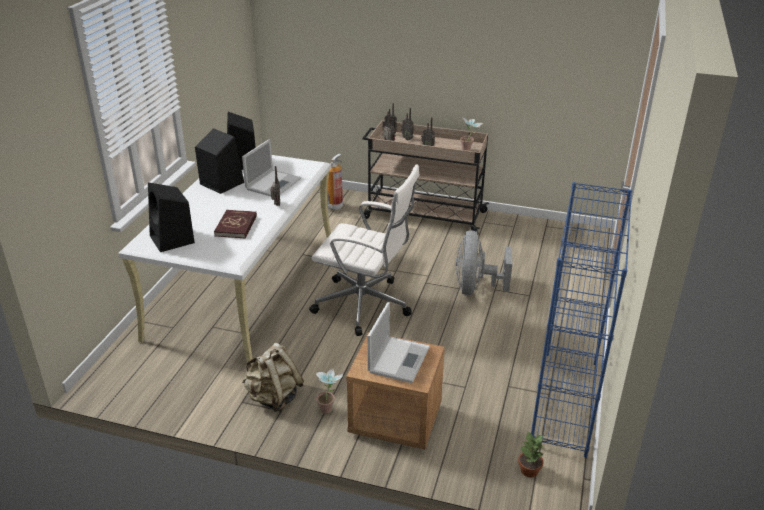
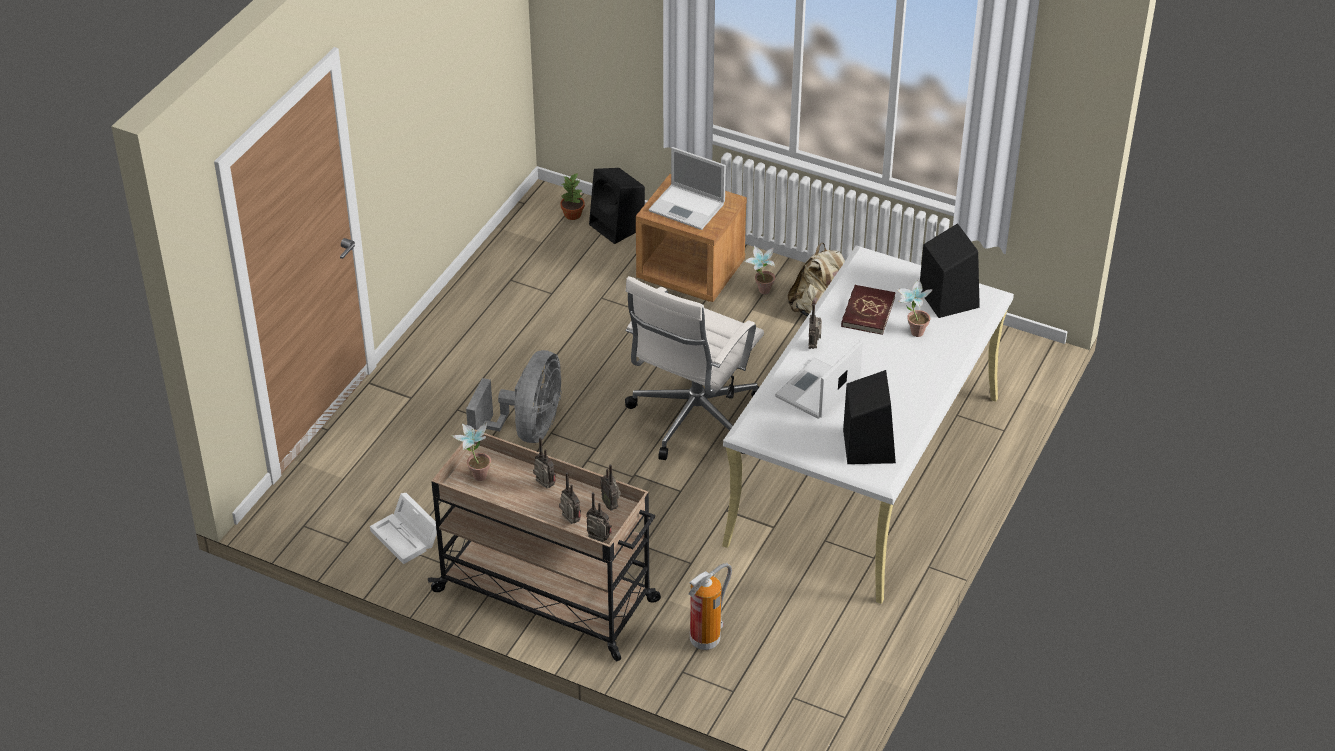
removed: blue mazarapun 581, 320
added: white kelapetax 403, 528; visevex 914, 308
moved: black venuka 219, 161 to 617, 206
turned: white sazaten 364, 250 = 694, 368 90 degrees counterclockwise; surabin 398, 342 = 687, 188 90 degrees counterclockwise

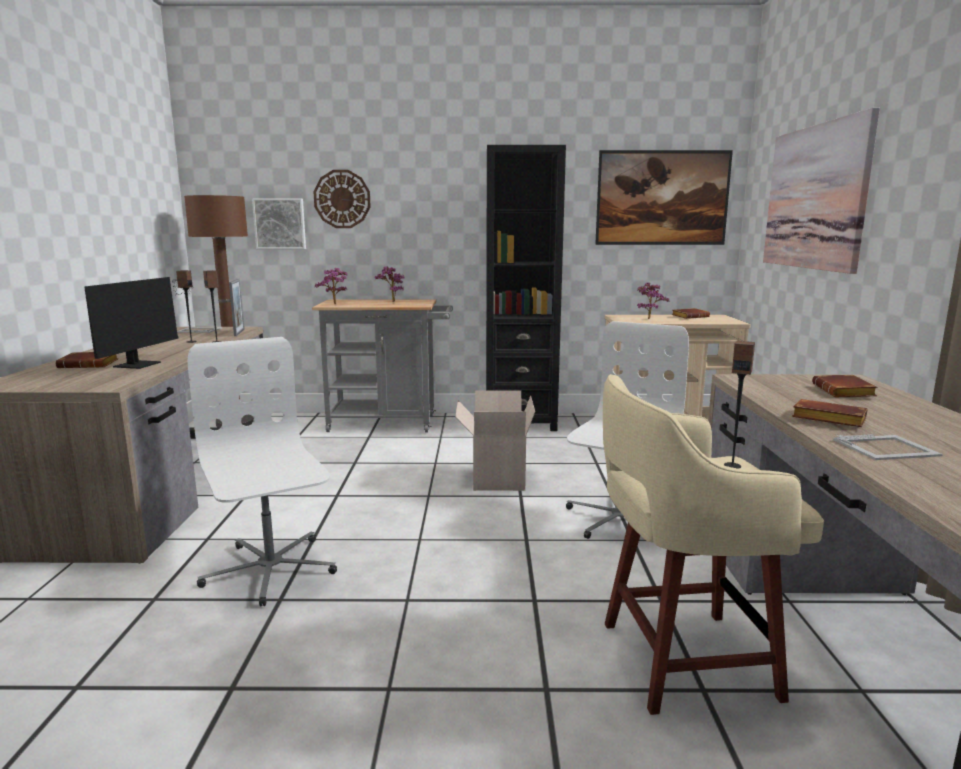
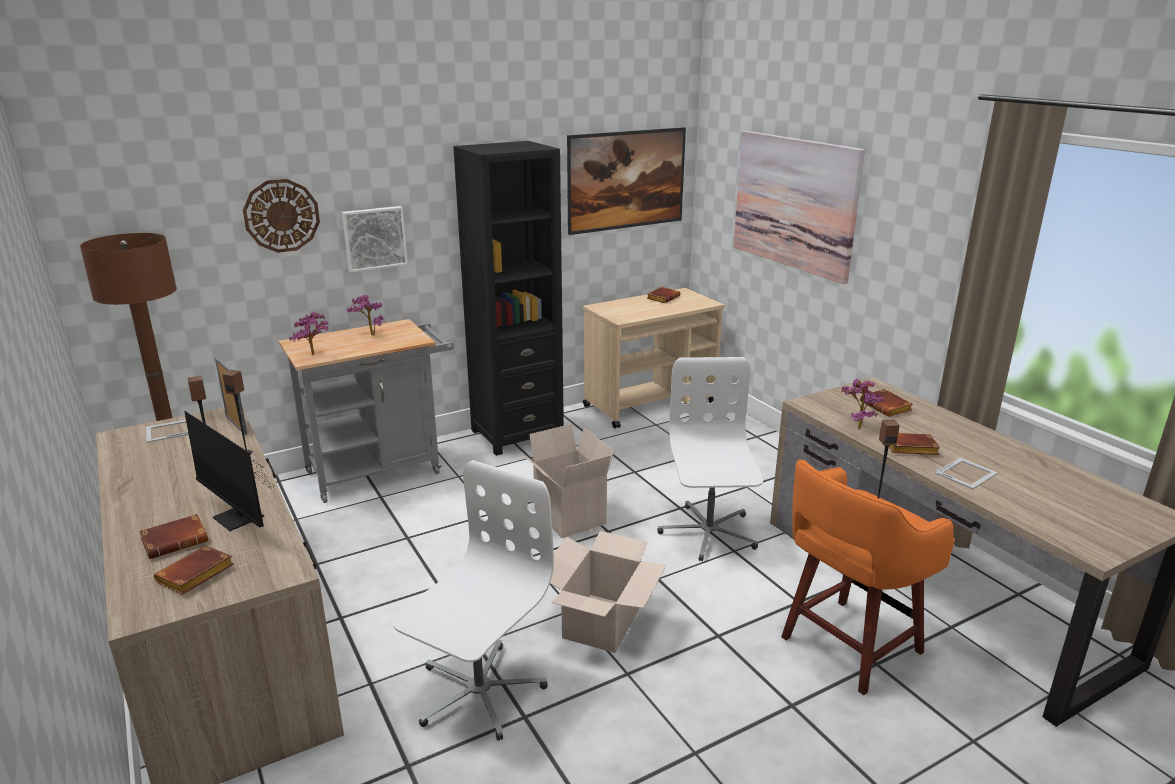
added: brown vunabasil 194, 570; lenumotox 608, 592
moved: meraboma 279, 224 to 375, 239; visevex 653, 301 to 863, 404
recoloured: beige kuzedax 713, 544 to orange kuzedax 868, 577
turned: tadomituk 138, 323 = 230, 471 150 degrees clockwise; white sazaten 262, 472 = 473, 600 90 degrees clockwise

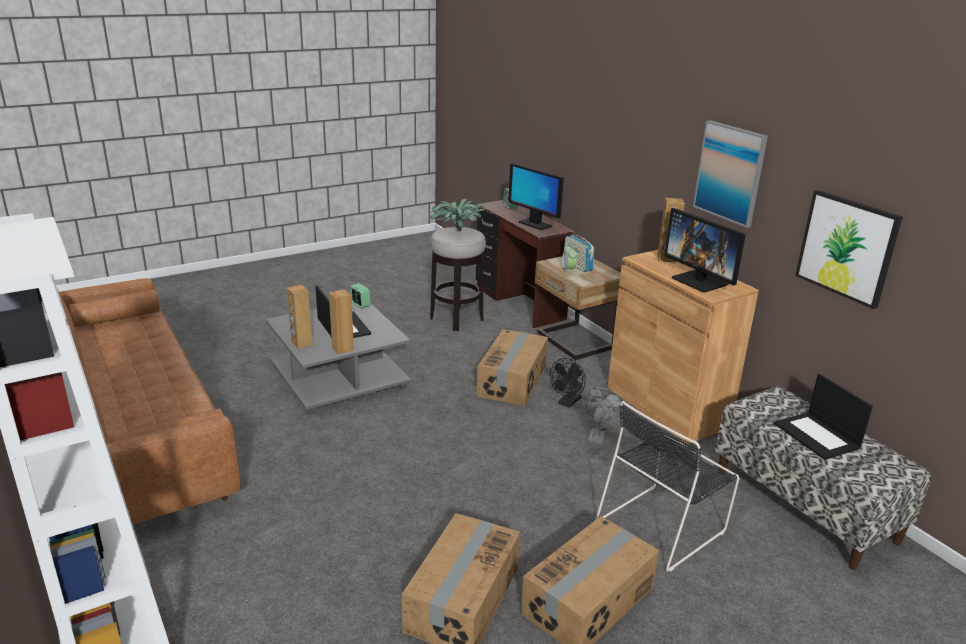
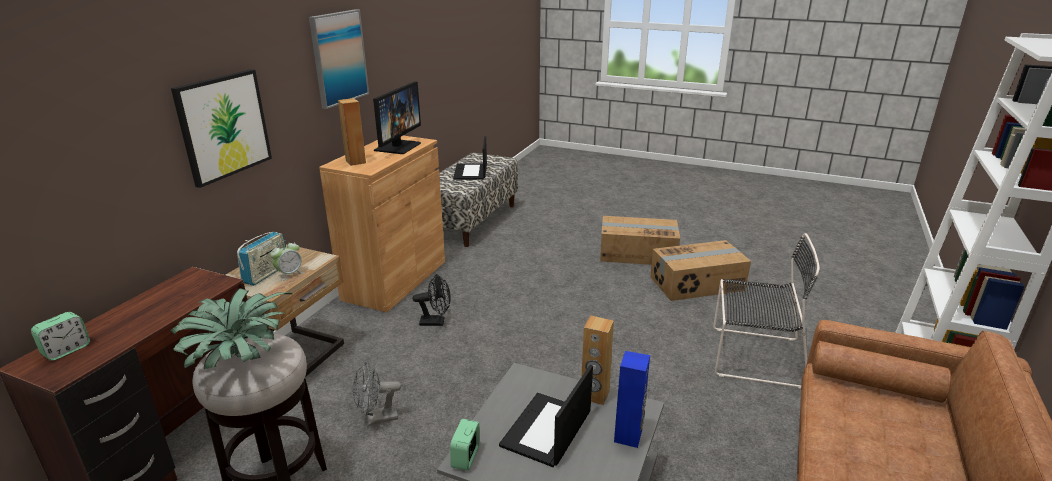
removed: lenumotox 512, 367; tadomituk 536, 196
moved: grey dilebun 601, 416 to 377, 394; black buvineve 668, 486 to 766, 310; meraboma 848, 249 to 221, 128
recoloured: brown venuka 300, 316 to blue venuka 632, 399
turned: surabin 823, 417 = 470, 158 150 degrees clockwise

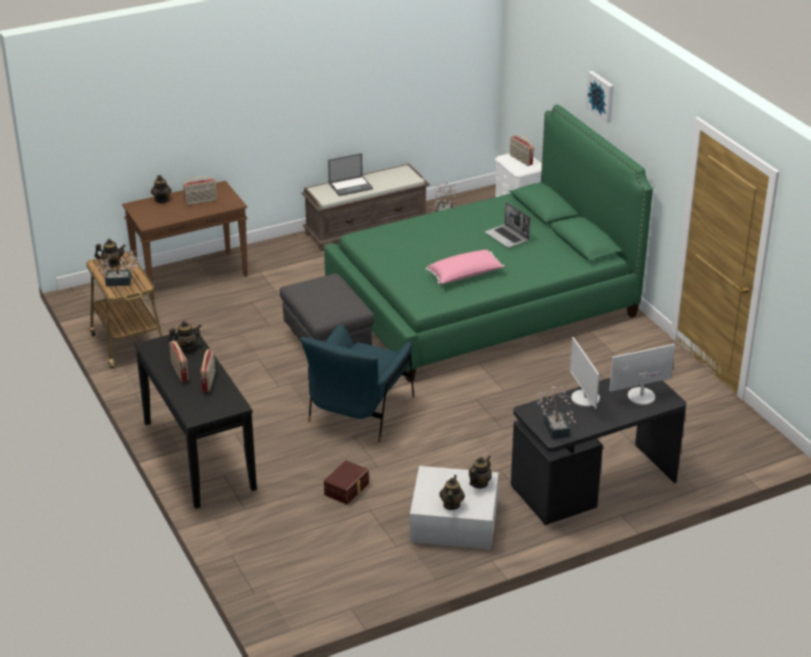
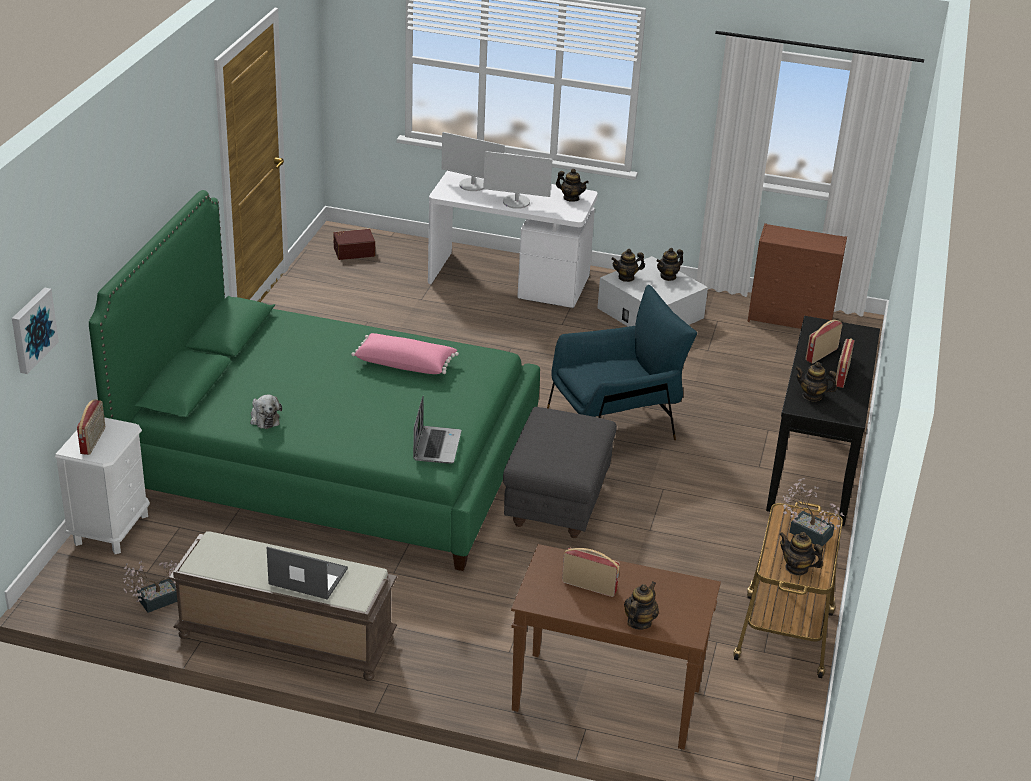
added: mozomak 266, 412; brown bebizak 797, 276
moved: brown kelapetax 346, 482 to 354, 244; surabin 507, 225 to 437, 429; meraboma 600, 97 to 35, 330
replaced: visevex 556, 412 to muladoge 572, 185
recoloured: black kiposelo 598, 451 to white kiposelo 513, 239
turned: tadomituk 585, 373 = 518, 180 75 degrees clockwise

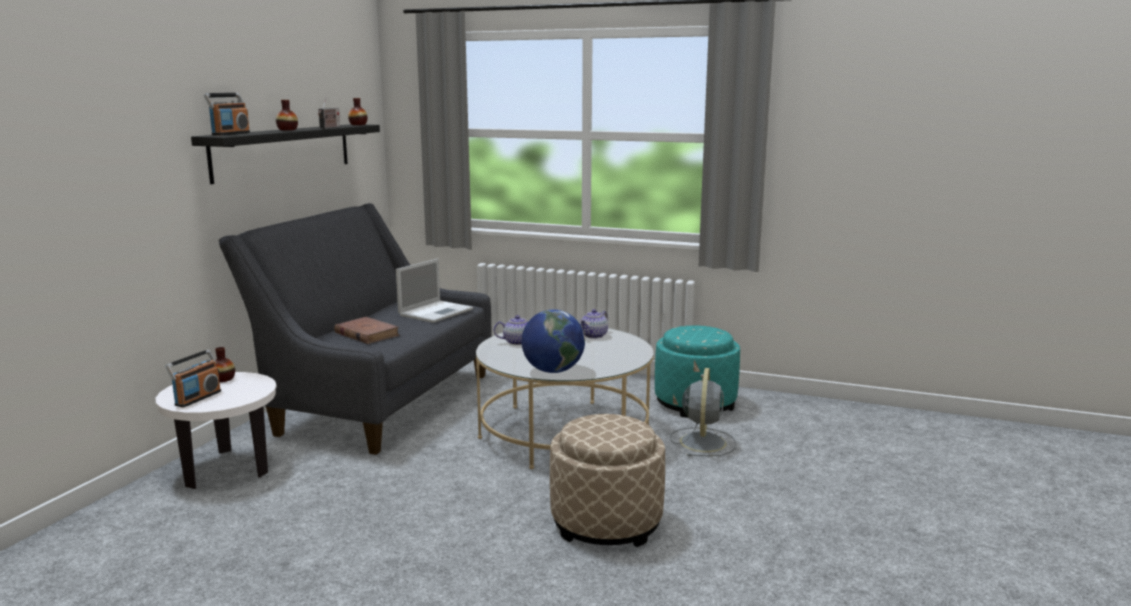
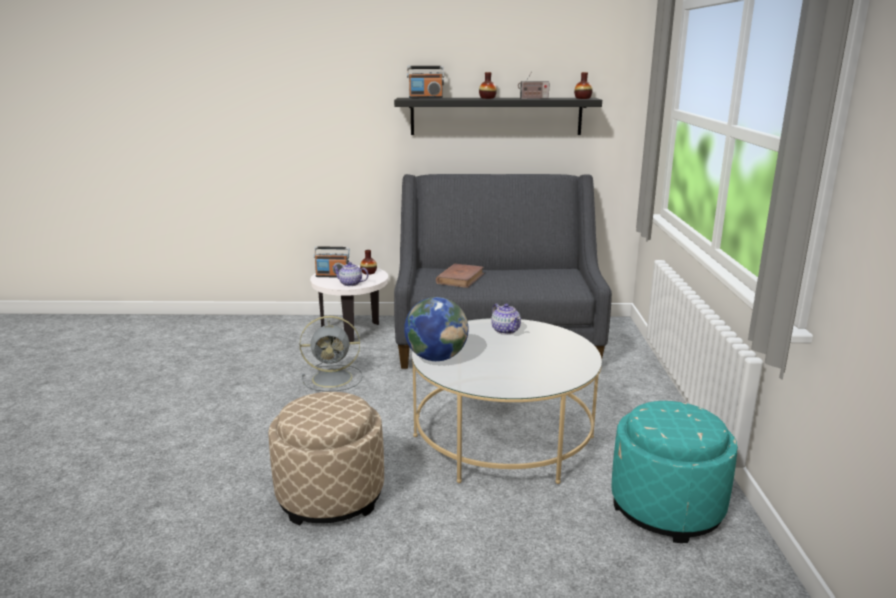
removed: surabin 434, 291
moved: muladoge 594, 324 to 351, 274; grey dilebun 703, 412 to 331, 354

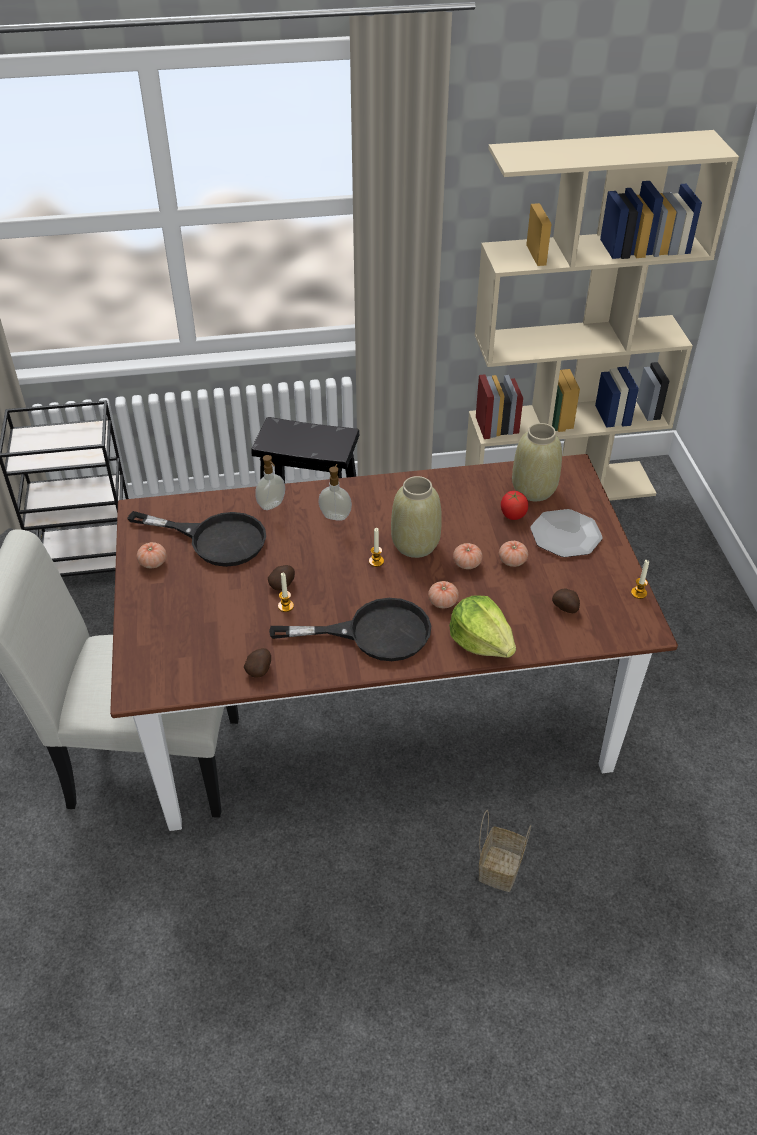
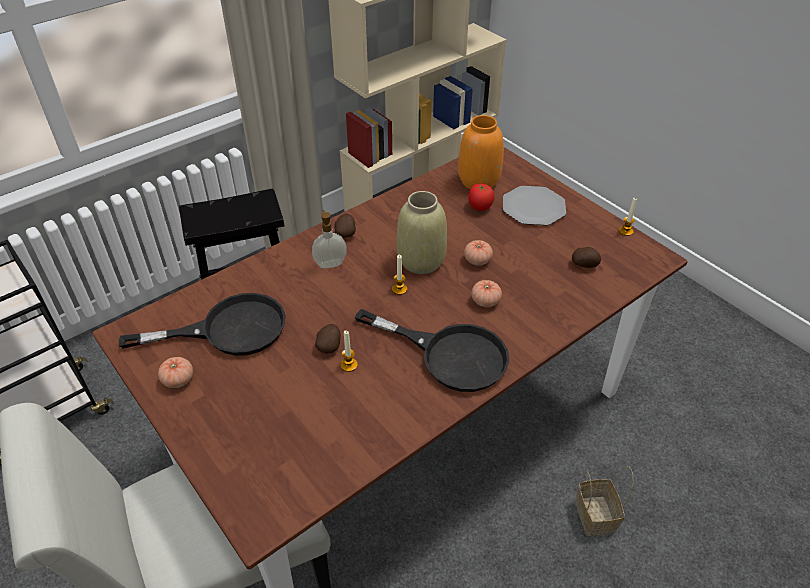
removed: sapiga 270, 482; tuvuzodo 482, 626; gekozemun 513, 554
moved: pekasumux 257, 663 to 345, 225
recoloured: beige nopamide 537, 462 to orange nopamide 481, 152
turned: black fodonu 350, 629 = 432, 350 60 degrees clockwise

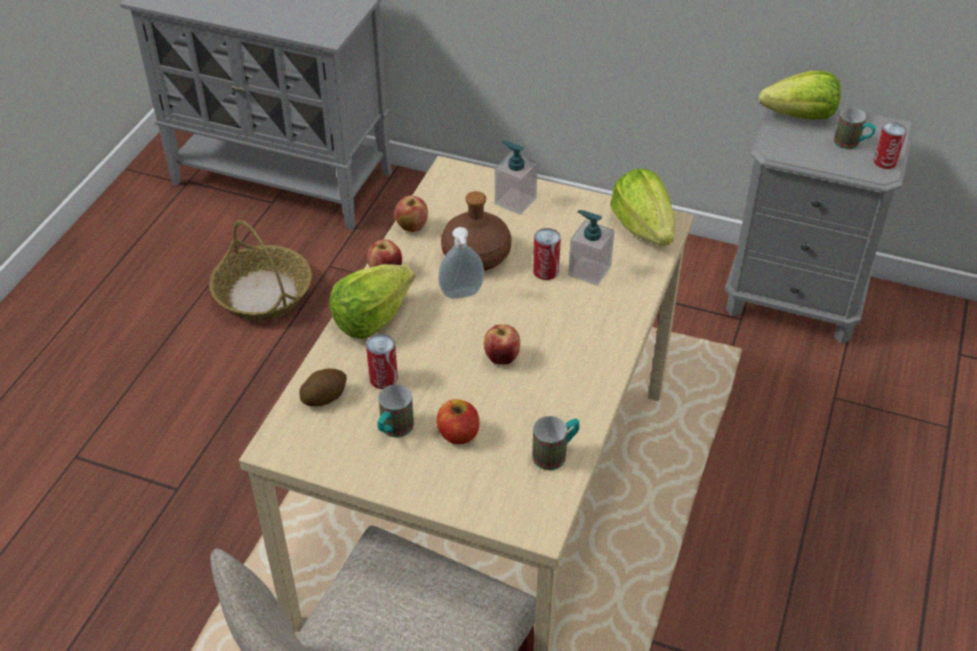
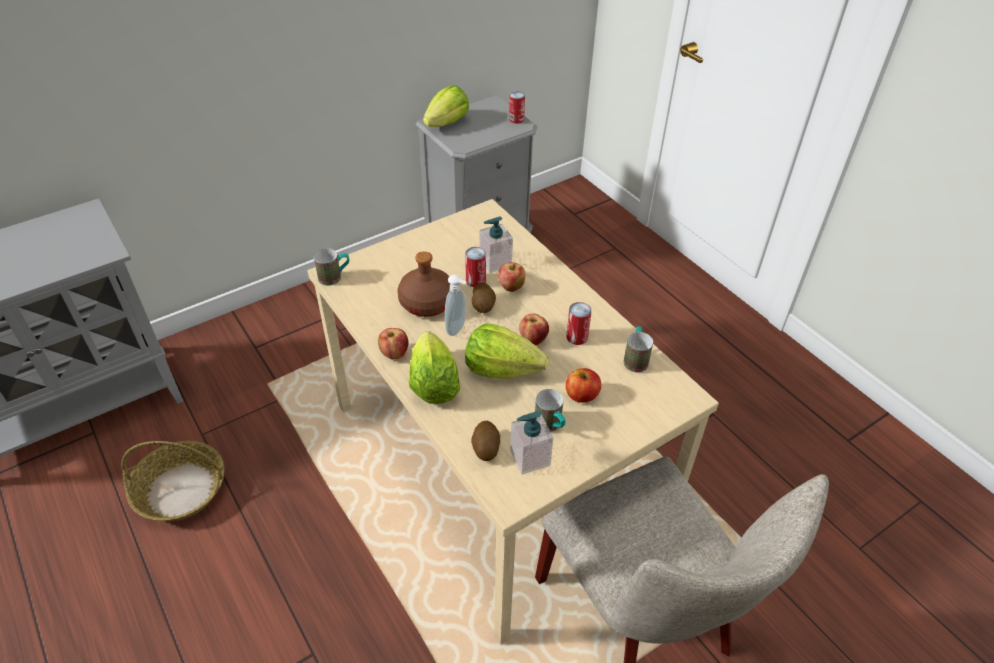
added: pekasumux 484, 298
moved: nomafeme 382, 361 to 579, 323; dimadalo 411, 213 to 512, 277; sapiga 516, 178 to 532, 443; tuvuzodo 642, 207 to 507, 351; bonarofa 855, 129 to 331, 267

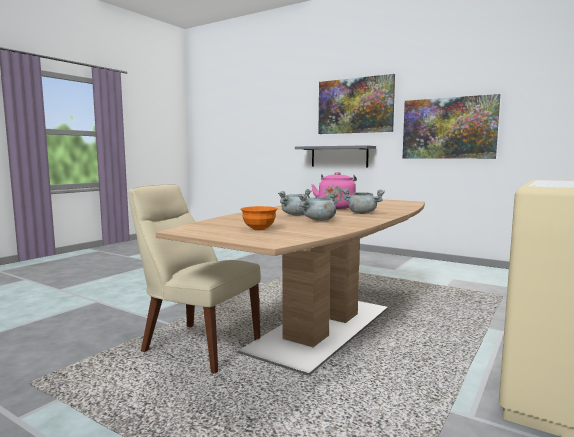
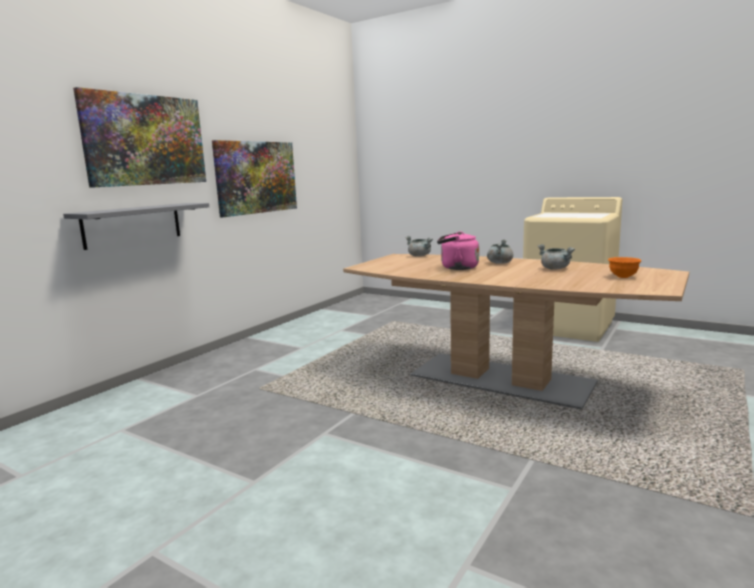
removed: beige buvineve 194, 279
moved: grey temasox 295, 202 to 419, 246

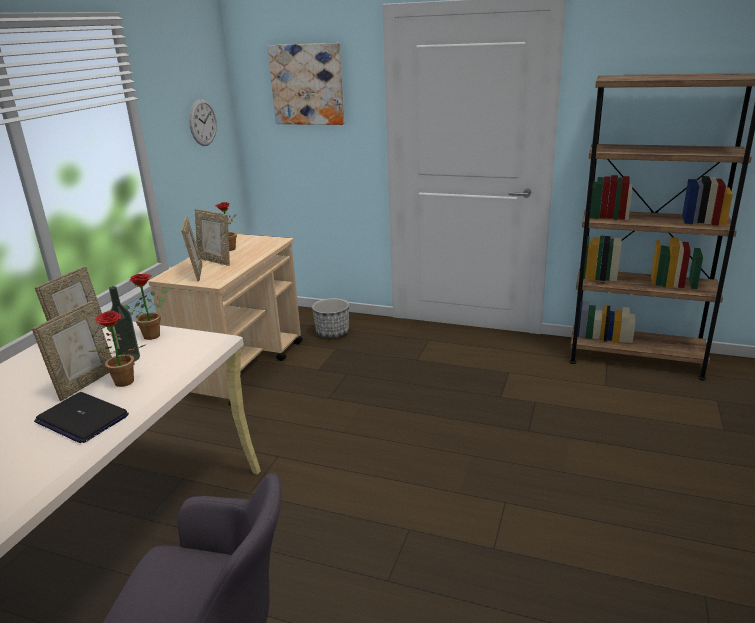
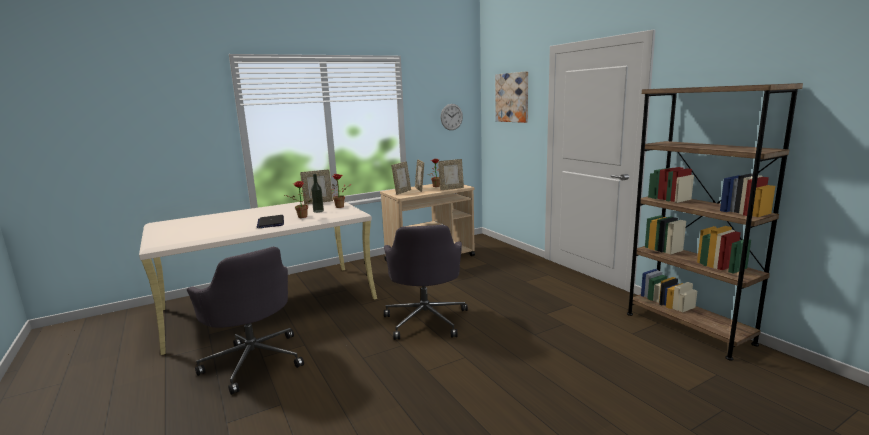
removed: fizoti 330, 318
added: grey sazaten 426, 282
moved: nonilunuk 72, 351 to 451, 174

